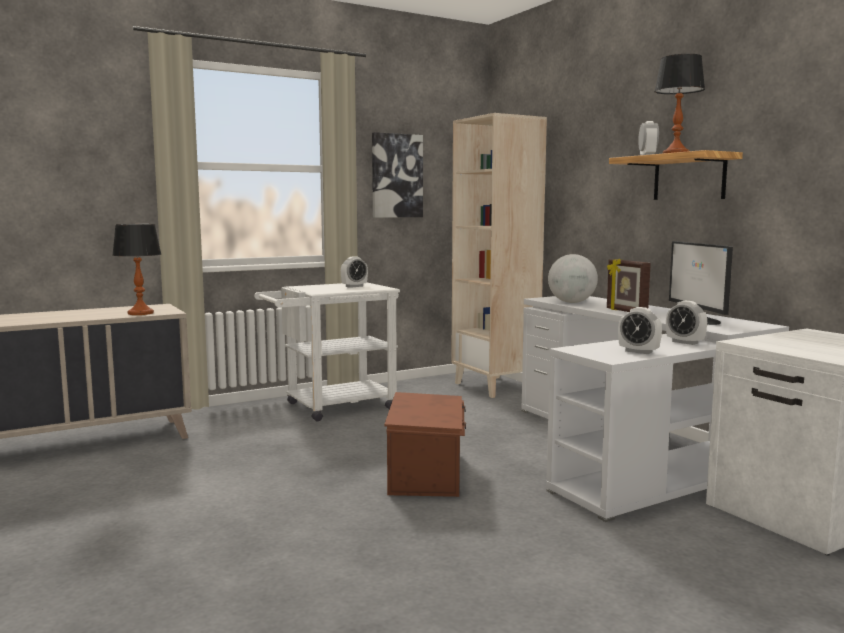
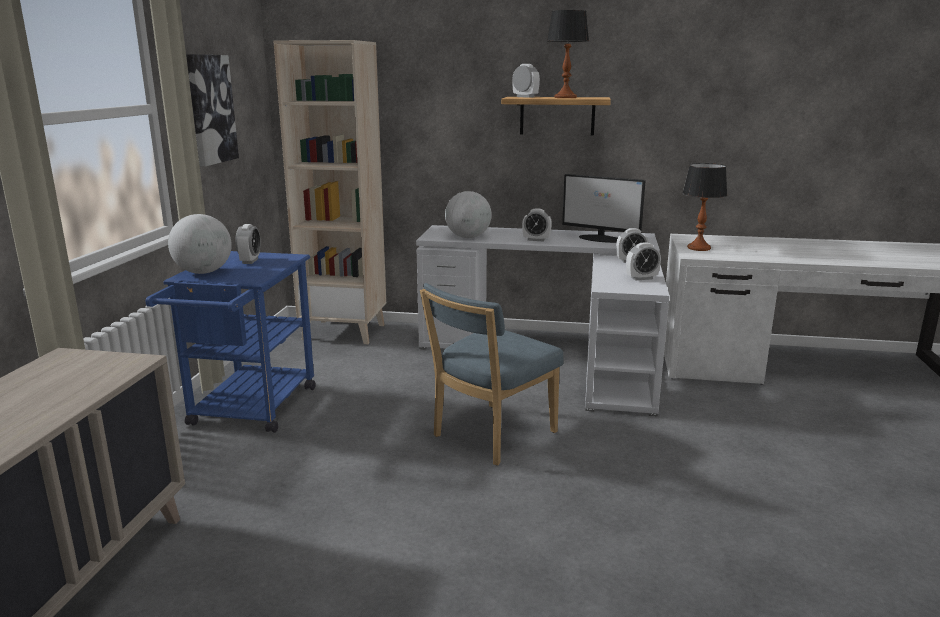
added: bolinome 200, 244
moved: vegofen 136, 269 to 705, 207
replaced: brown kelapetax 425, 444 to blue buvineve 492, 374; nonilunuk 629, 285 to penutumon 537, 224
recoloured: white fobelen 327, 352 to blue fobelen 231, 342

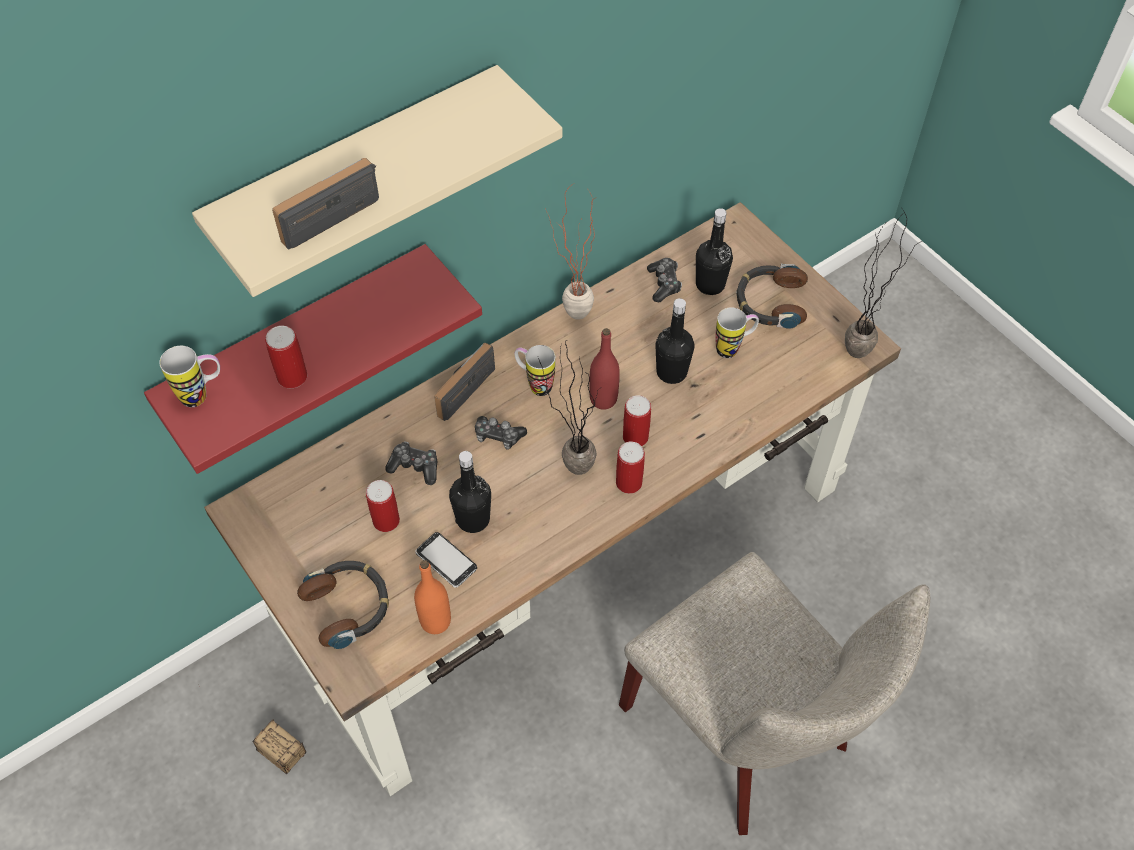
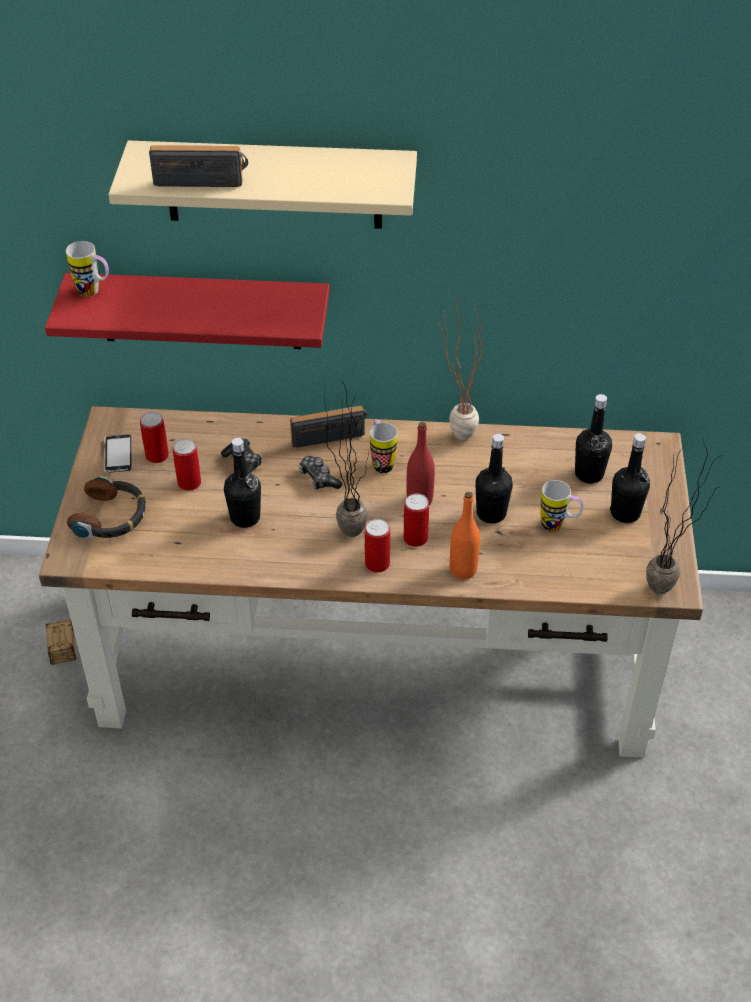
removed: beige buvineve 774, 693; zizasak 664, 280
moved: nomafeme 286, 357 to 154, 437; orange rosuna 432, 597 to 465, 535; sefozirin 446, 560 to 118, 453
replaced: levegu 772, 296 to black rosuna 630, 478

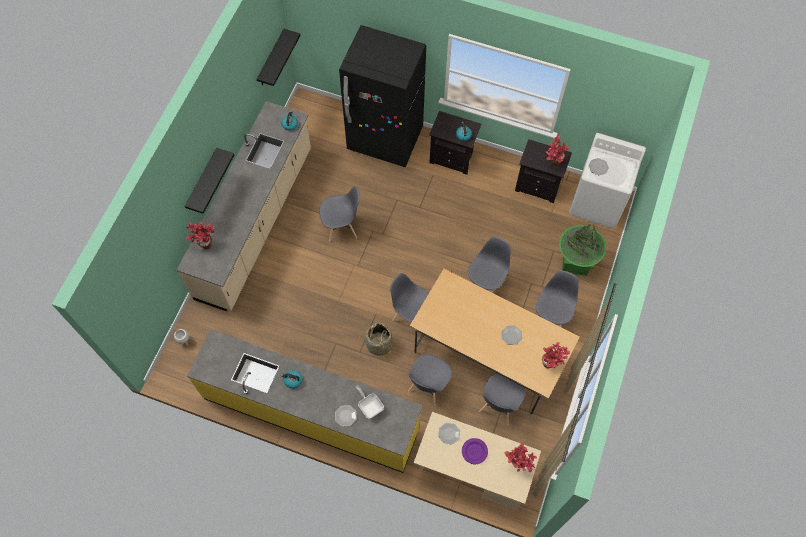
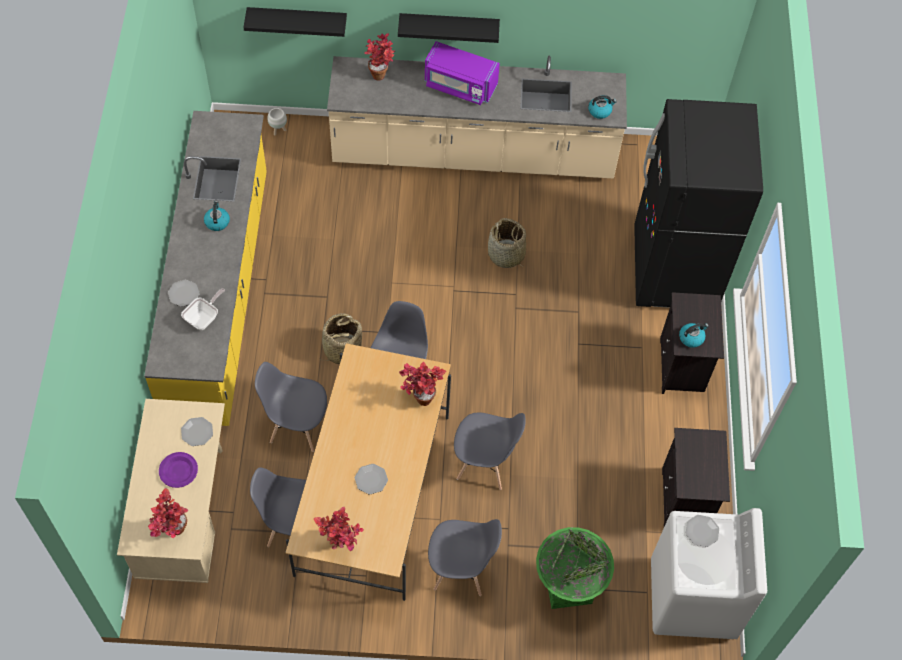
added: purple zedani 462, 73
moved: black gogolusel 278, 57 to 295, 22; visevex 558, 150 to 422, 384
replaced: grey buvineve 339, 214 to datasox 507, 243

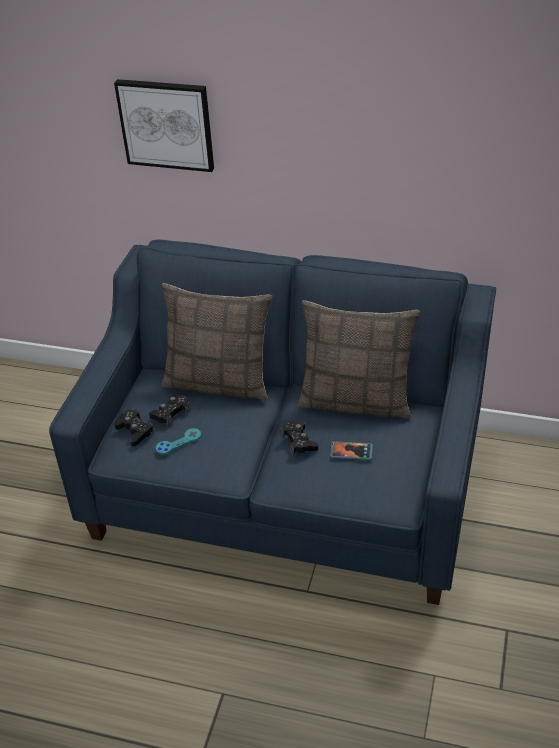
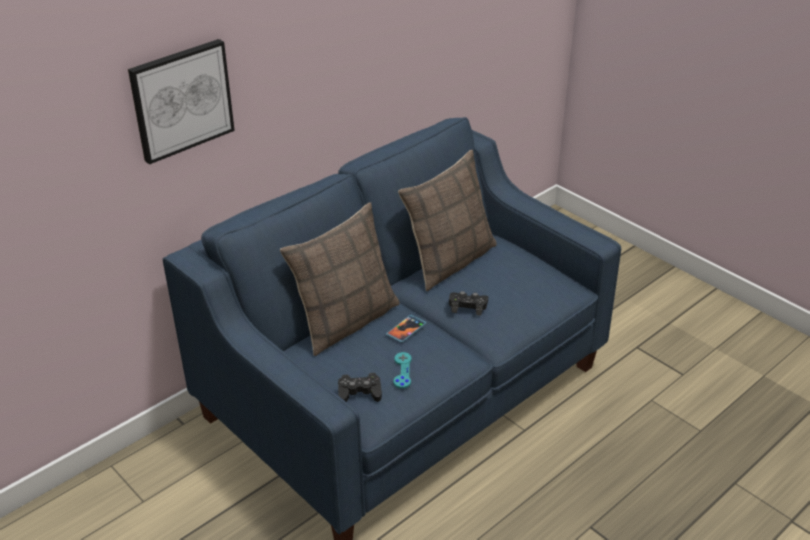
removed: black zizasak 169, 410
moved: sefozirin 351, 450 to 406, 329

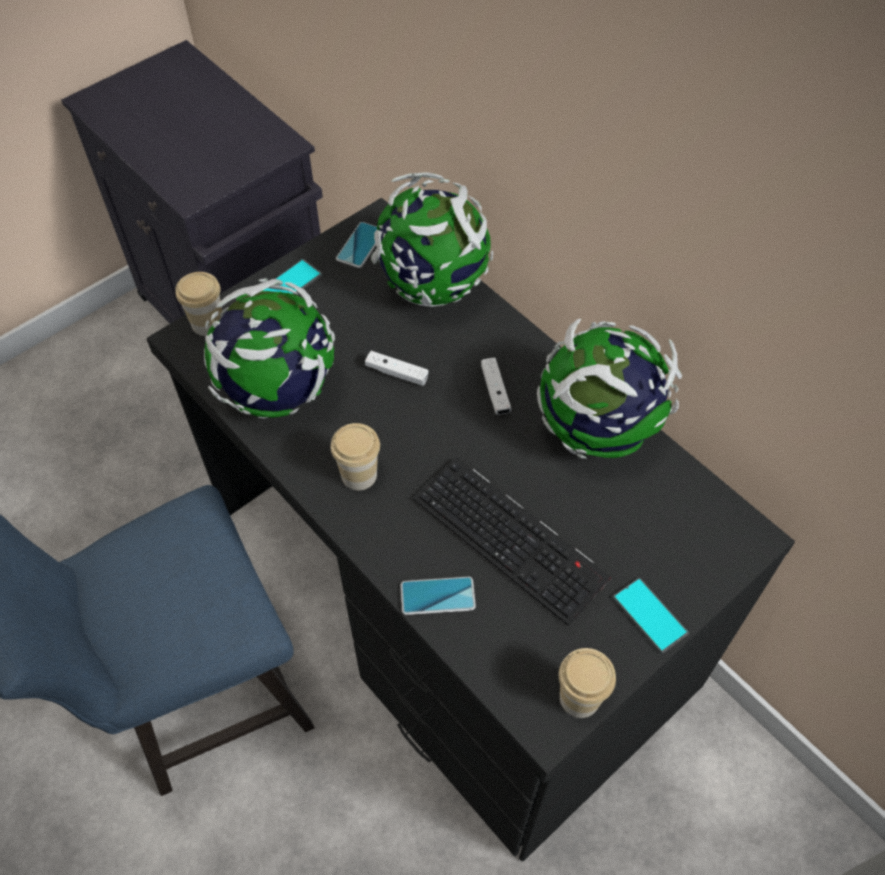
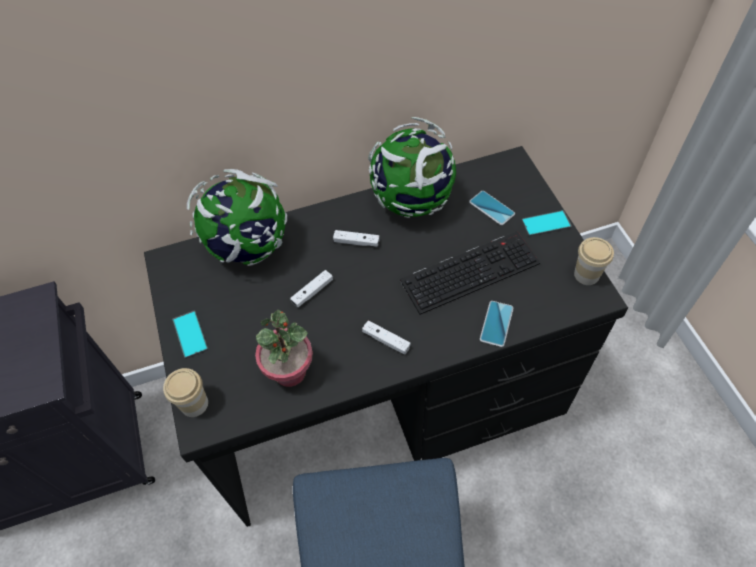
moved: sefozirin 358, 245 to 492, 208
replaced: bolinome 269, 348 to visevex 284, 348; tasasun 355, 456 to white zizasak 386, 337

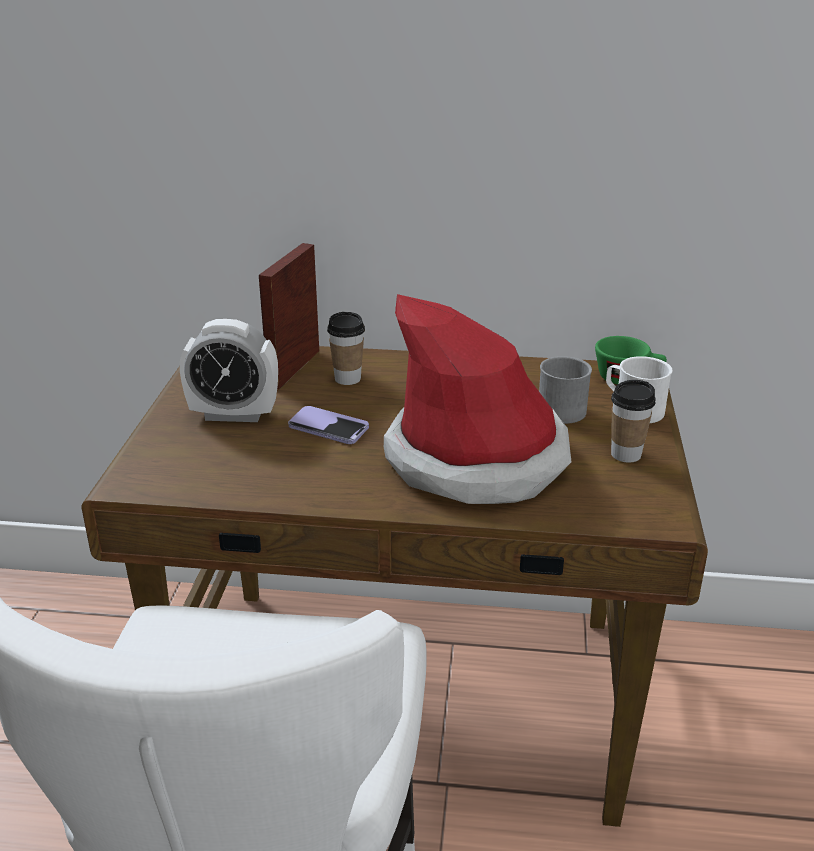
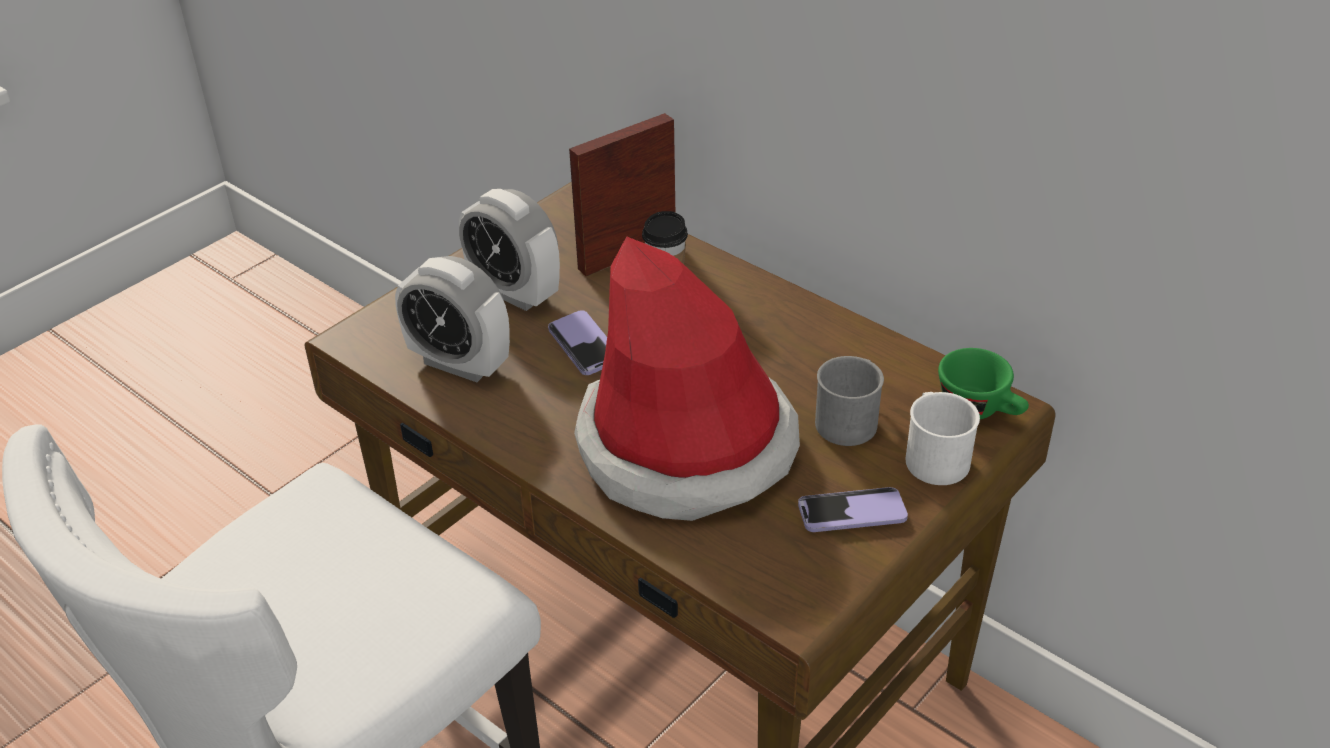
added: penutumon 452, 319
replaced: tasasun 633, 421 to sefozirin 853, 509

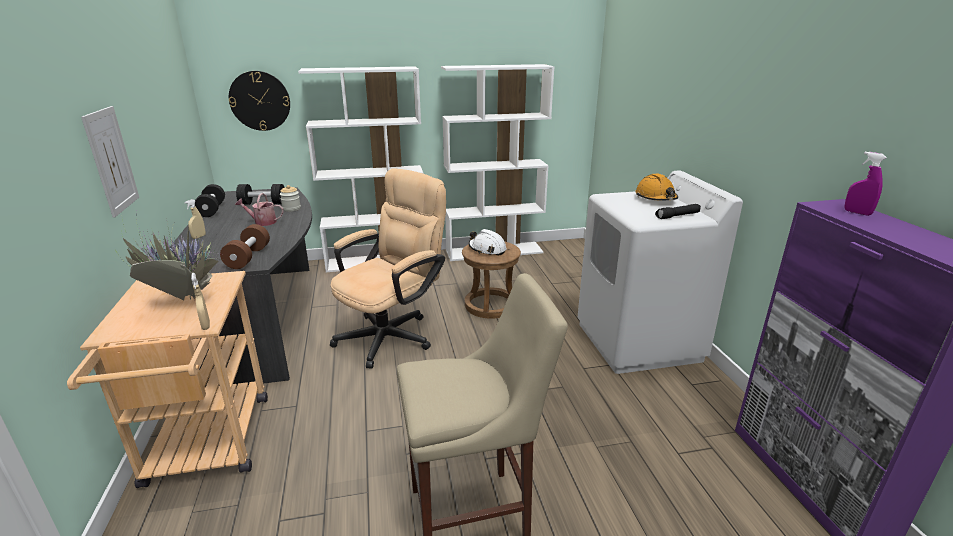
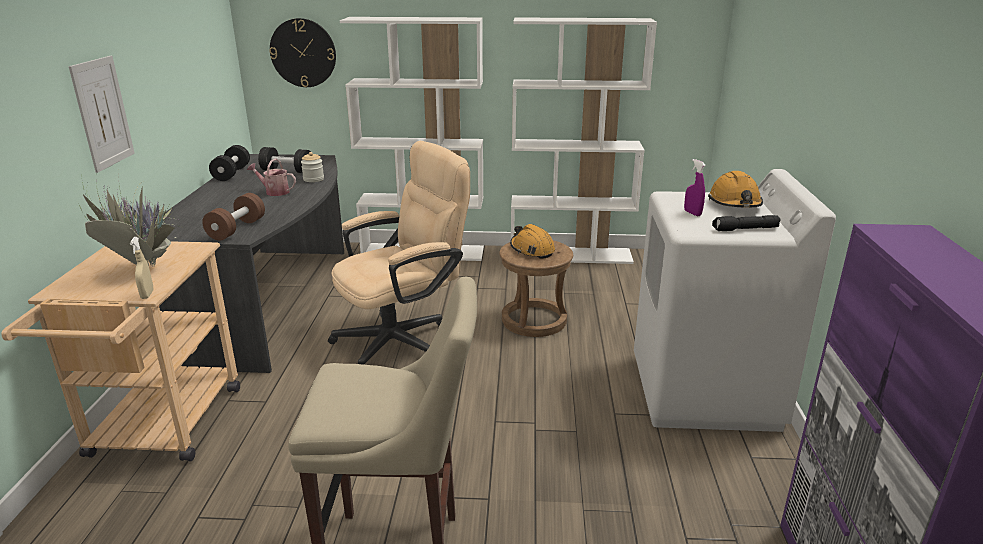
removed: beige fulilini 195, 219
moved: purple fulilini 865, 184 to 695, 187
recoloured: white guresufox 488, 242 to orange guresufox 532, 241

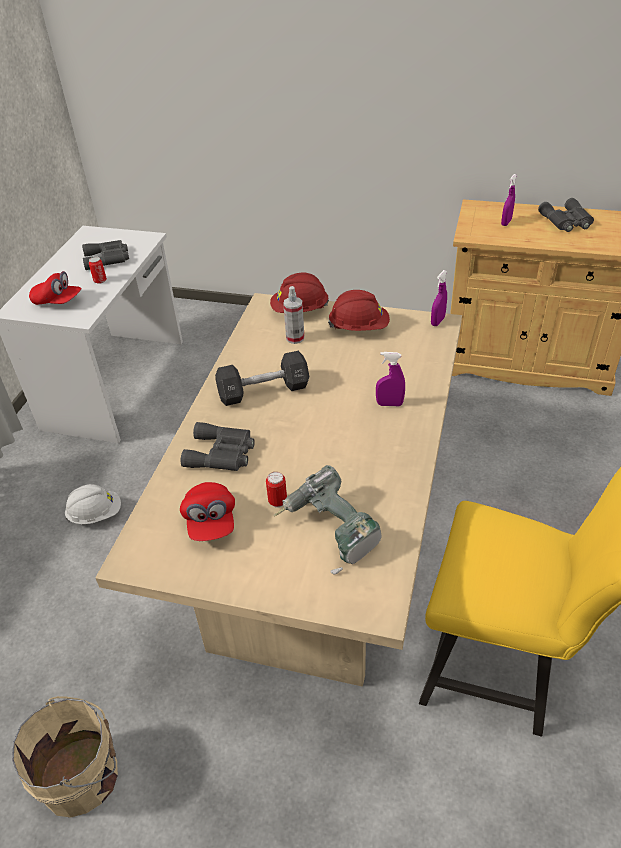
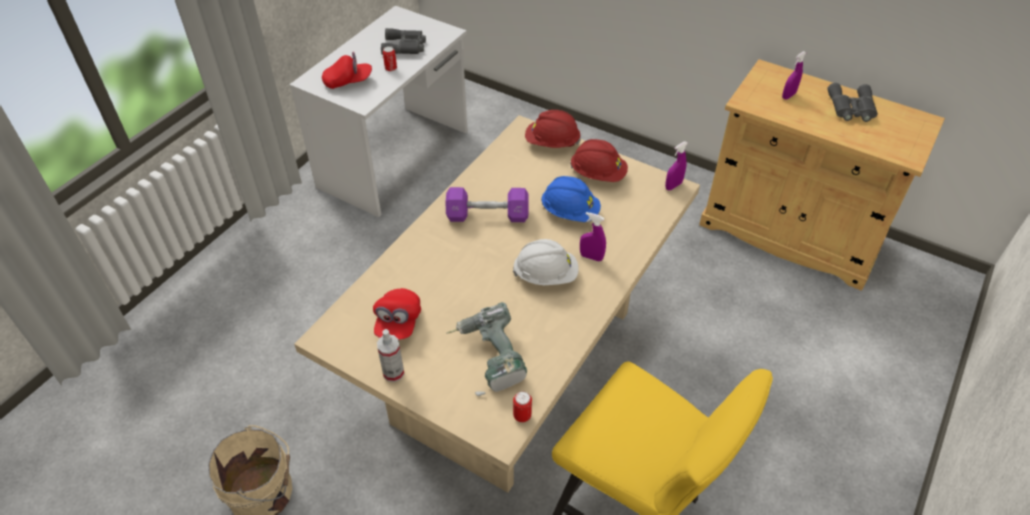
removed: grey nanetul 218, 446
added: blue guresufox 571, 199
moved: white guresufox 93, 504 to 546, 262; nomafeme 276, 490 to 522, 407; fulilini 293, 315 to 390, 355
recoloured: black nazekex 262, 378 to purple nazekex 487, 204
turned: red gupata 55, 288 = 347, 70 45 degrees counterclockwise

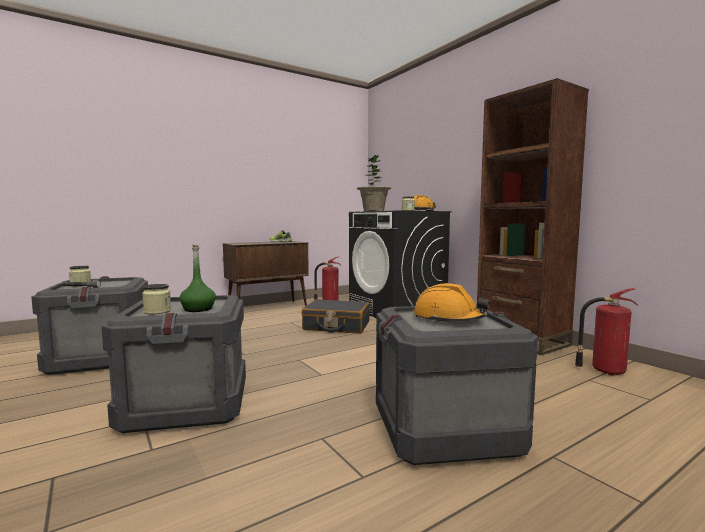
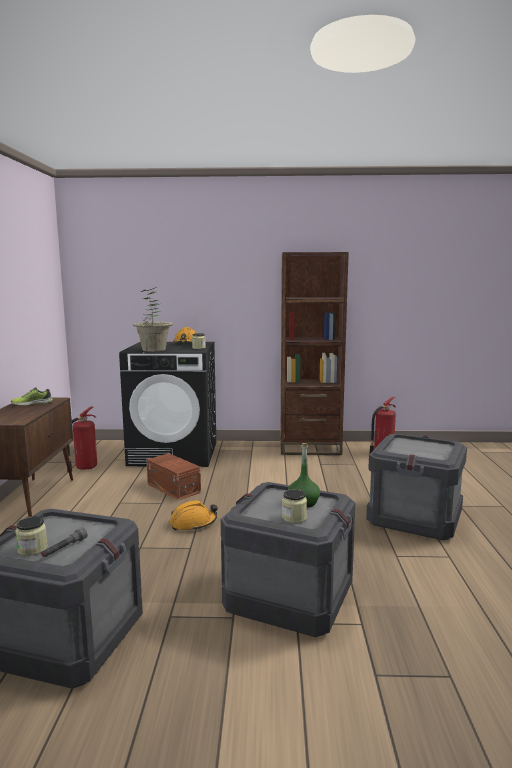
moved: orange guresufox 451, 303 to 194, 515
replaced: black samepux 335, 316 to brown kelapetax 174, 477

